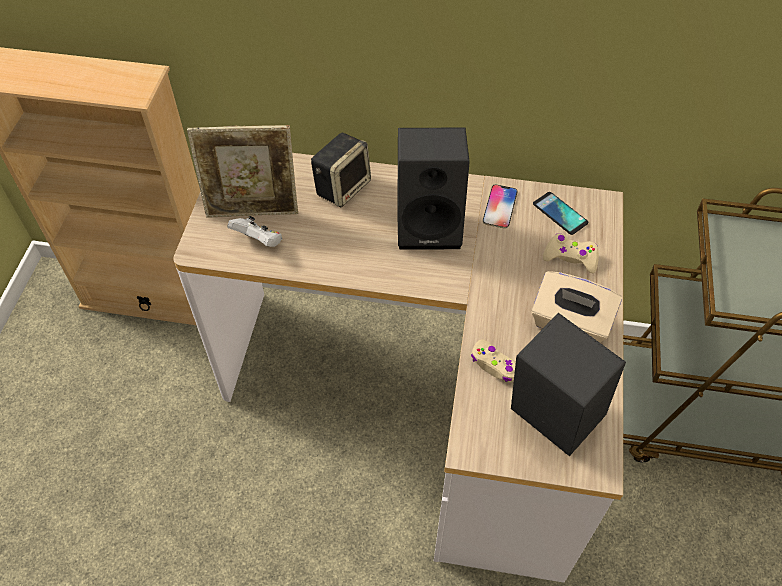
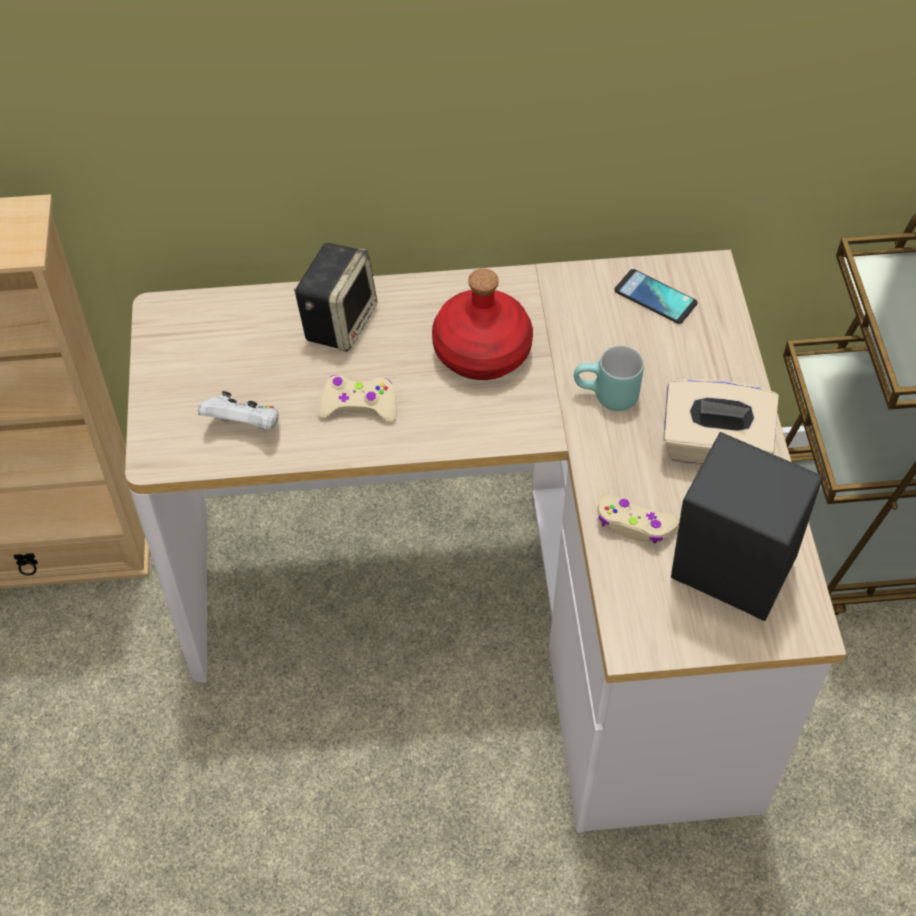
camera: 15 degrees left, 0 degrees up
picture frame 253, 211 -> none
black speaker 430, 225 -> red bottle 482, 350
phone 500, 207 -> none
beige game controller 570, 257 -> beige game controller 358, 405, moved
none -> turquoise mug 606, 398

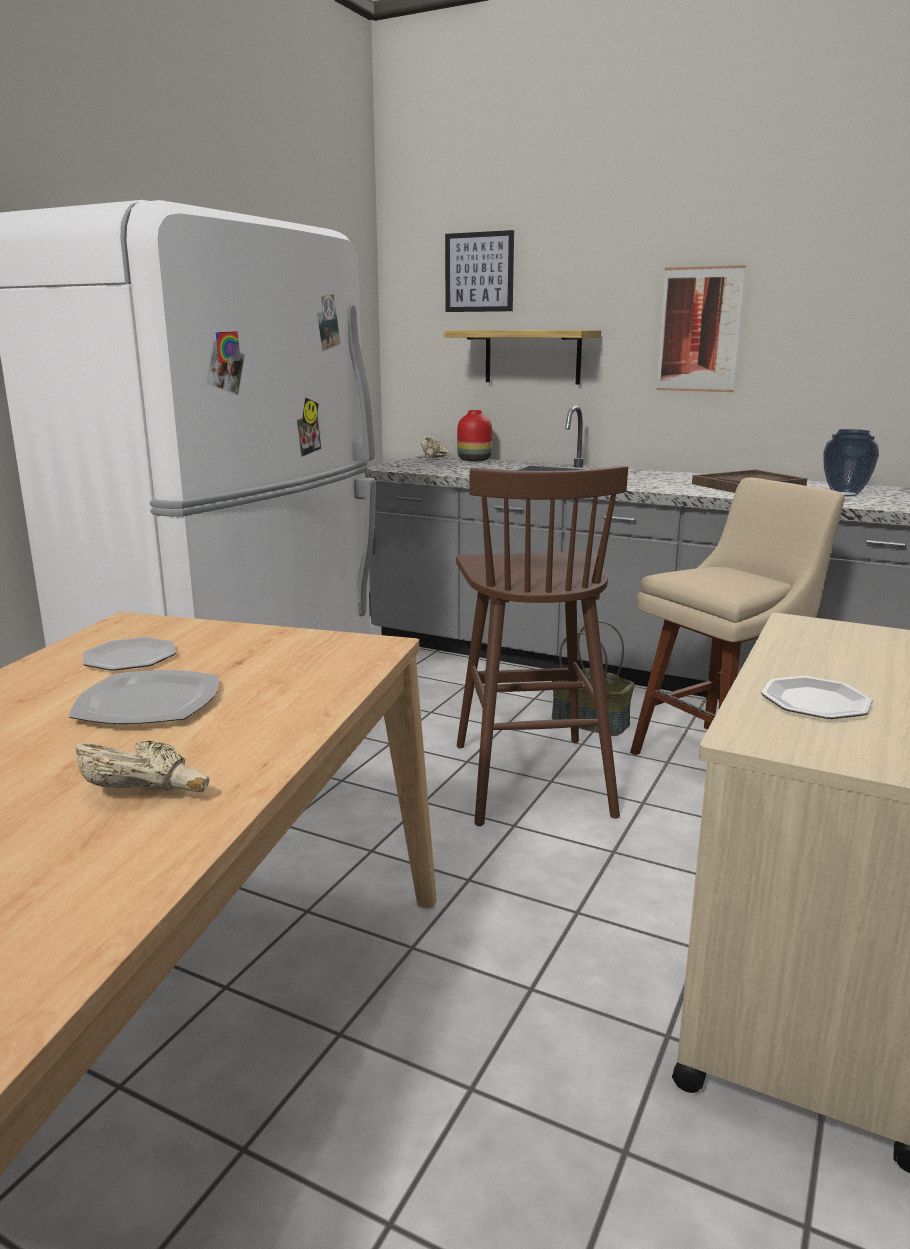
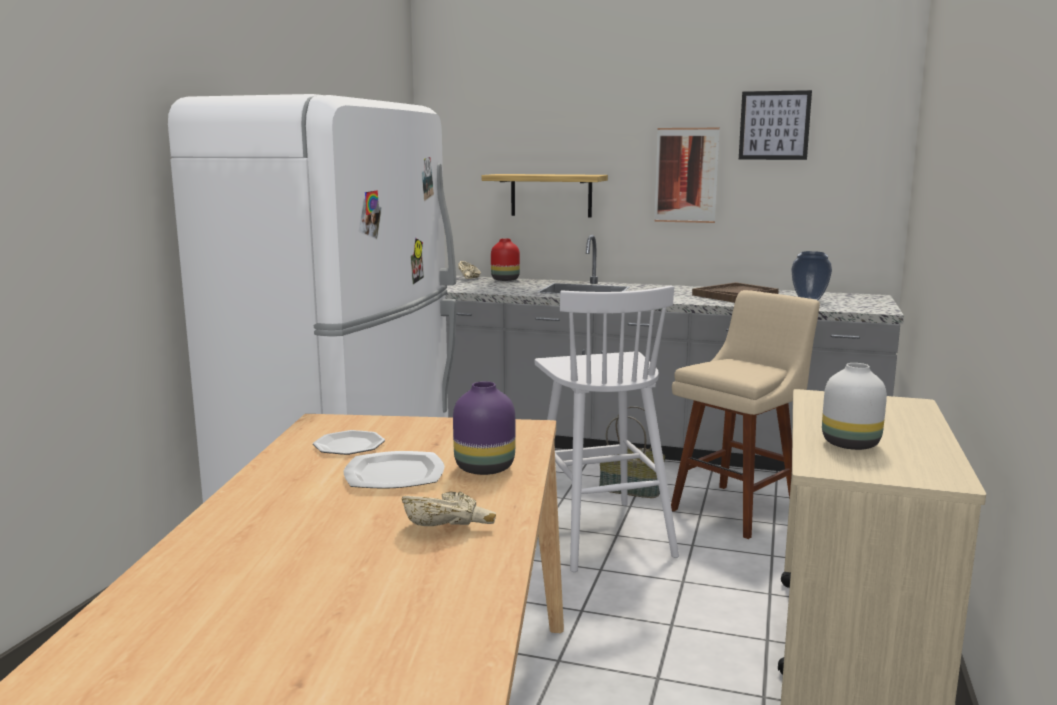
camera: 10 degrees left, 5 degrees down
picture 479, 272 -> picture 774, 125, moved
brown stool 530, 777 -> white stool 599, 534
plate 816, 702 -> white vase 851, 444
none -> purple vase 485, 467

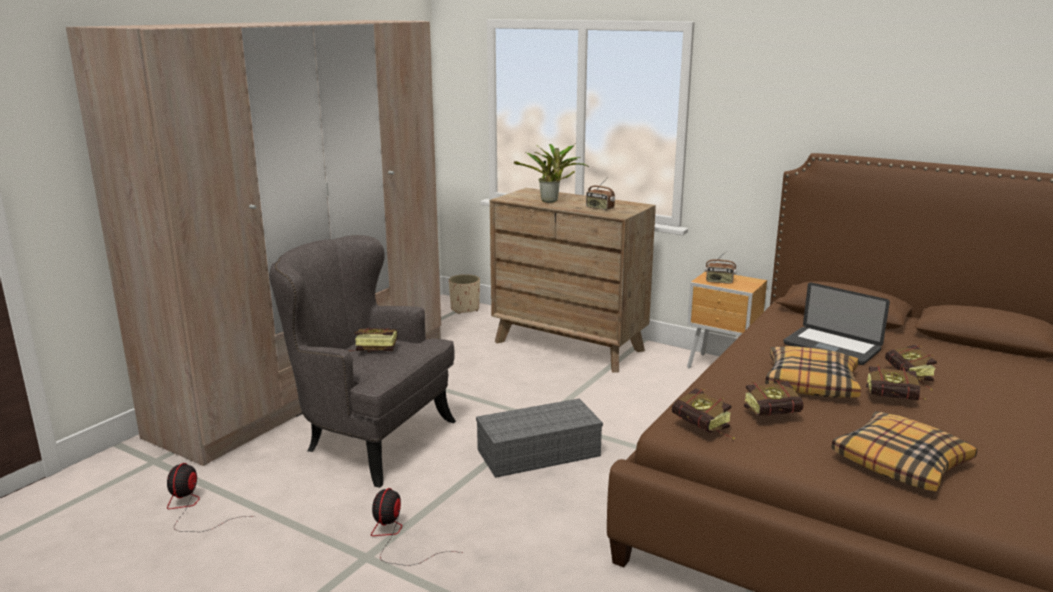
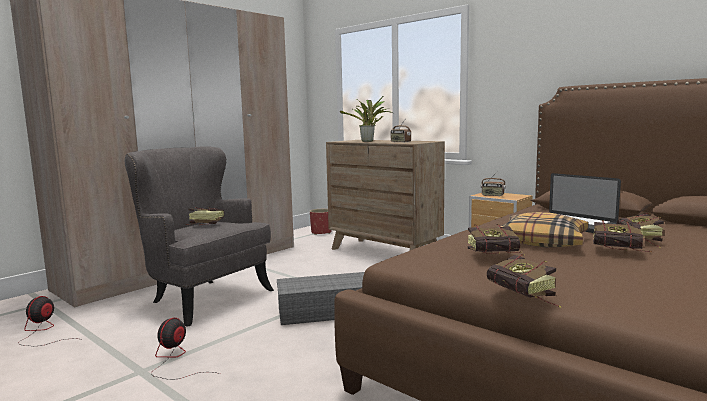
camera: 10 degrees right, 10 degrees down
beige planter 465, 309 -> red planter 321, 232
book 704, 429 -> book 525, 298, moved
pillow 901, 463 -> none

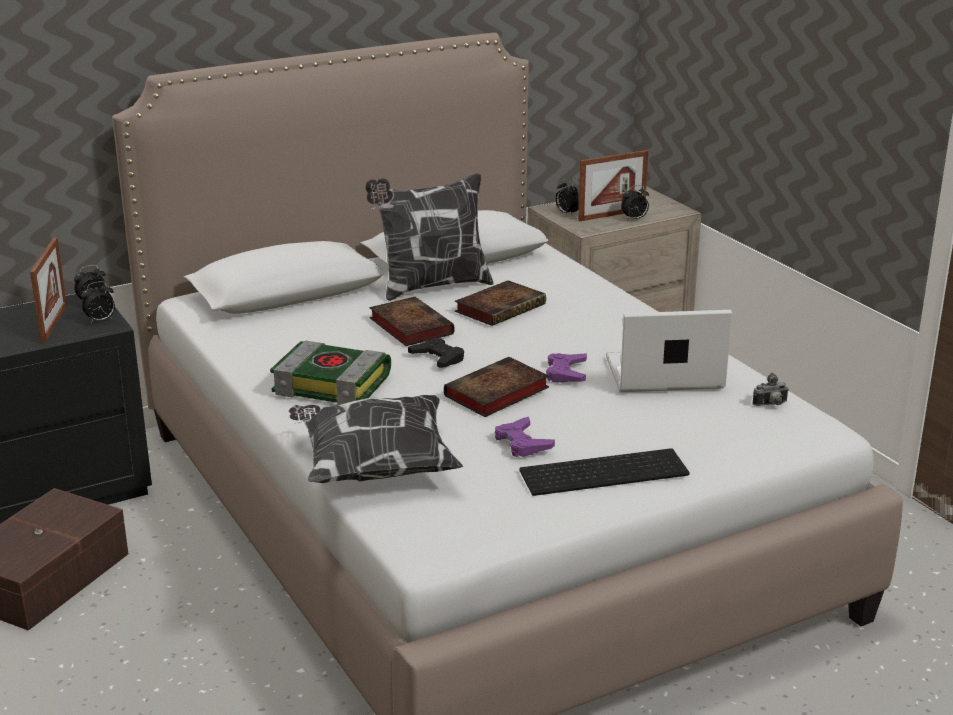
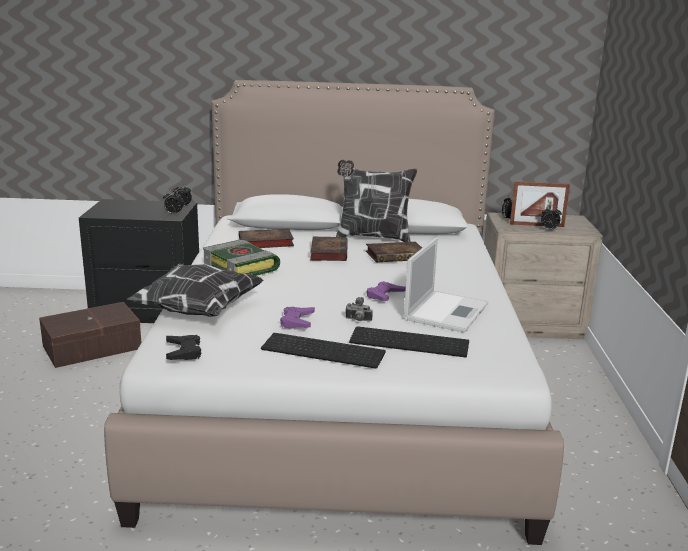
camera: 30 degrees right, 5 degrees down
picture frame 54, 323 -> none
laptop 661, 374 -> laptop 446, 311, 90 degrees clockwise
black game controller 438, 358 -> black game controller 183, 351, moved
book 495, 393 -> book 264, 242, moved
photo camera 771, 405 -> photo camera 358, 320, moved
none -> keyboard 410, 341

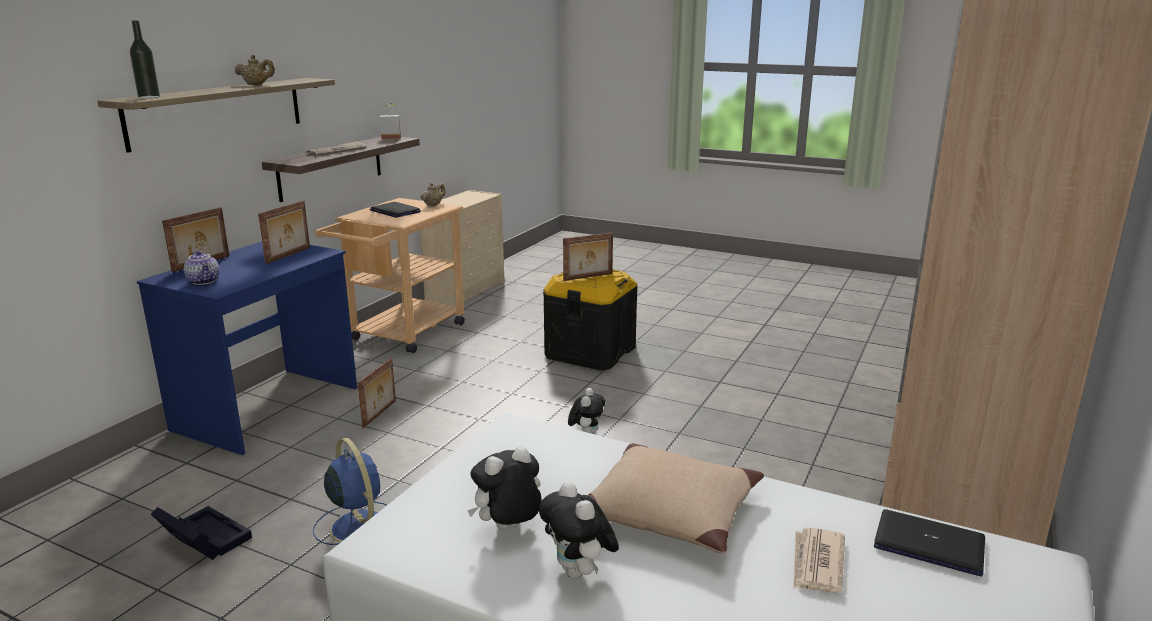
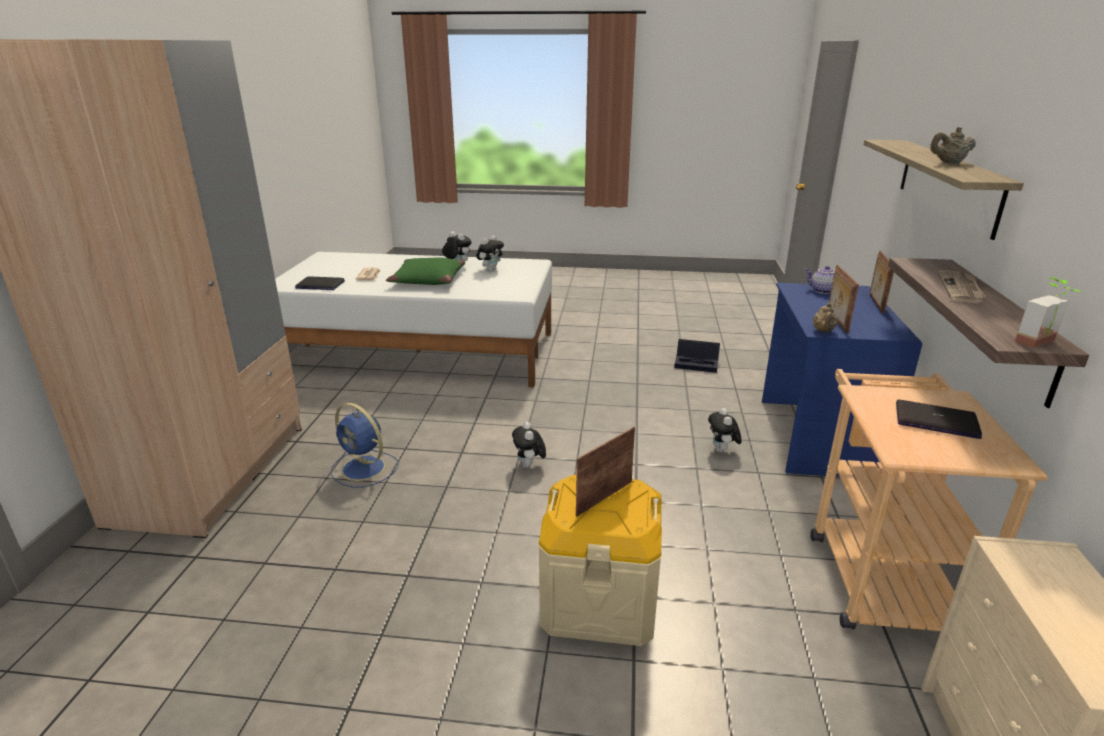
camera: 160 degrees right, 5 degrees up
bottle 149, 97 -> none
beige teapot 433, 205 -> beige teapot 823, 331, moved
black storage box 590, 352 -> beige storage box 599, 600
picture frame 380, 414 -> plush toy 722, 451
blue fan 358, 525 -> blue fan 365, 469, moved
beige pillow 670, 511 -> green pillow 427, 280

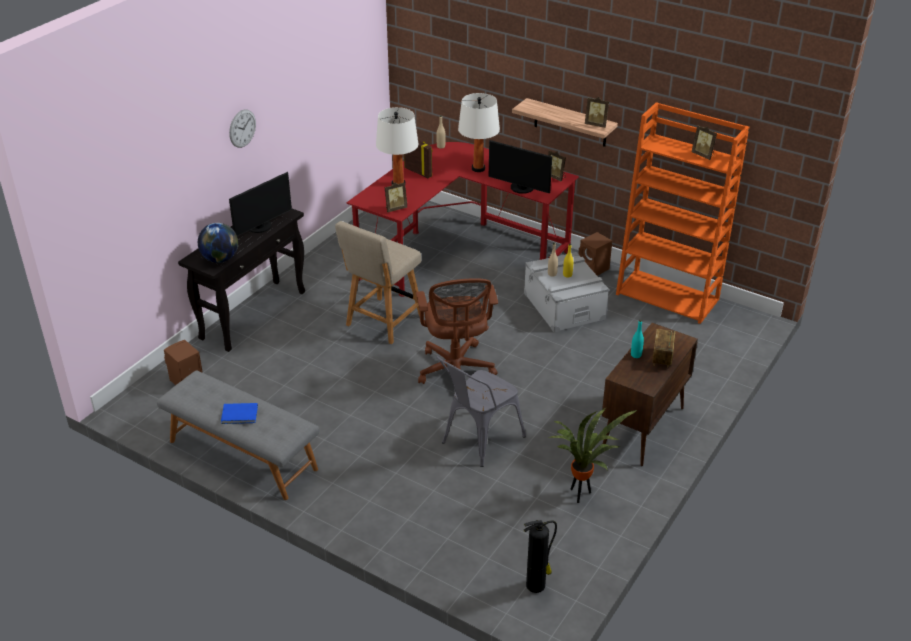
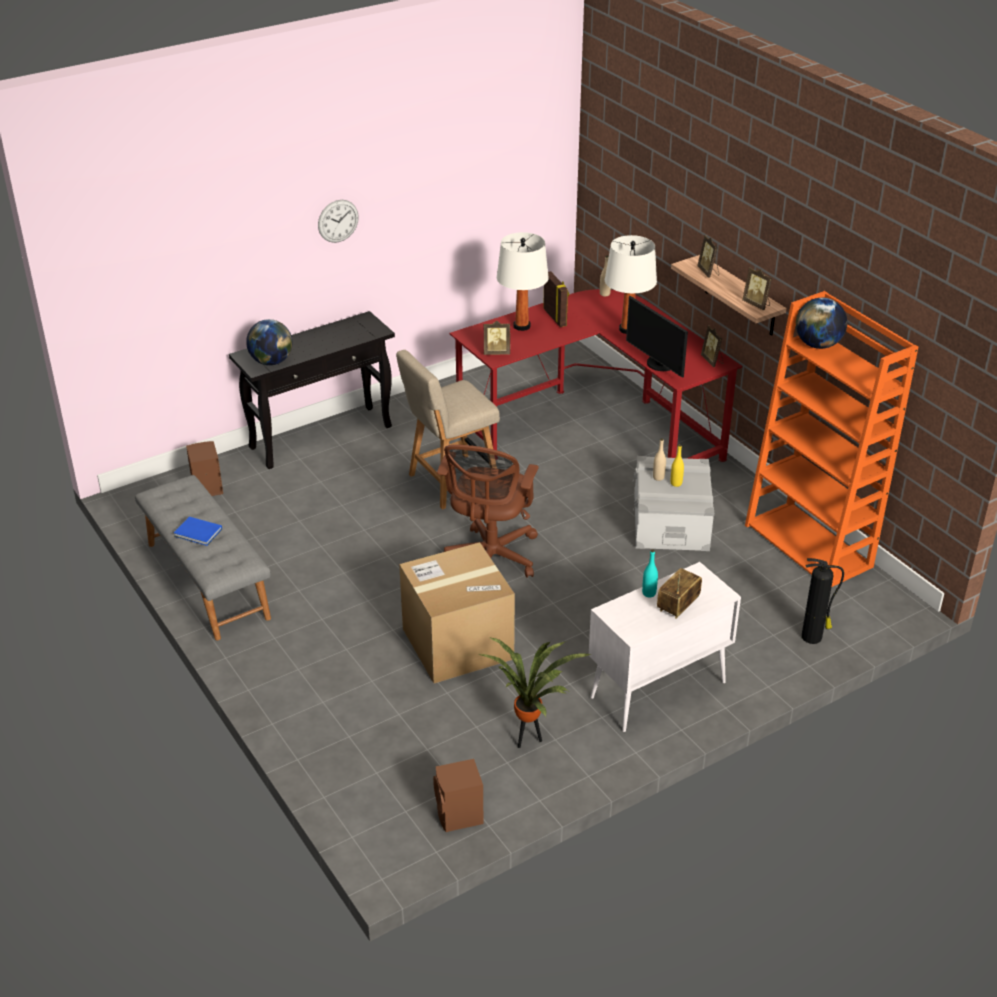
camera: 25 degrees right, 0 degrees up
picture frame 703, 155 -> picture frame 708, 272, moved
monitor 261, 227 -> none
brown speaker 594, 269 -> brown speaker 459, 816, moved
brown cabinet 642, 429 -> white cabinet 657, 691
grey chair 477, 441 -> cardboard box 457, 644
fire extinguisher 536, 585 -> fire extinguisher 813, 637, moved
none -> globe 817, 345

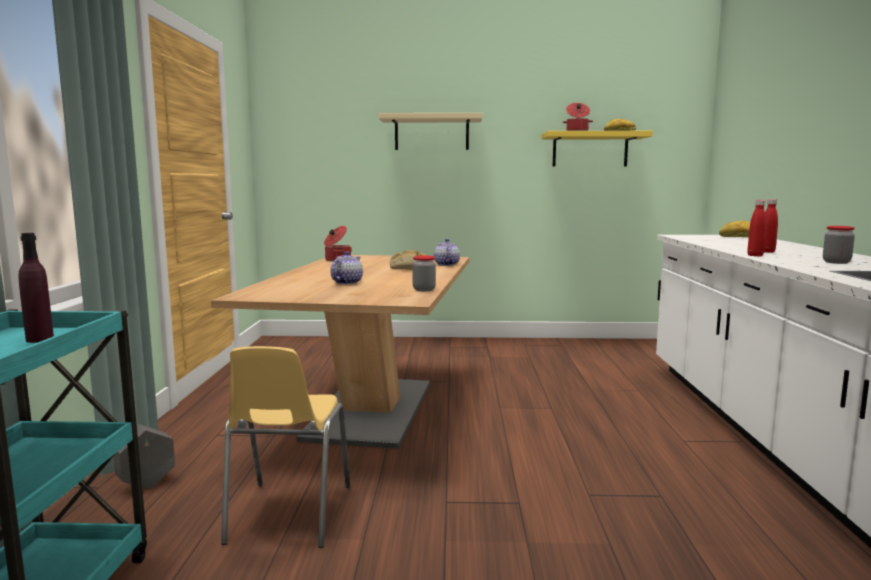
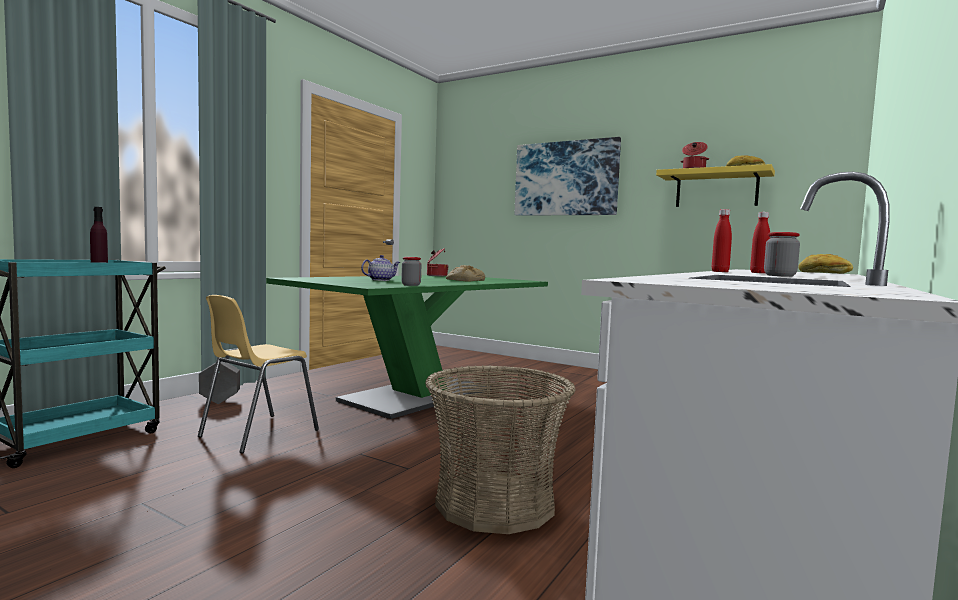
camera: 30 degrees right, 5 degrees down
beige shelf 431, 133 -> picture 565, 178
teapot 446, 264 -> none
brown dining table 371, 410 -> green dining table 418, 395
none -> basket 495, 503

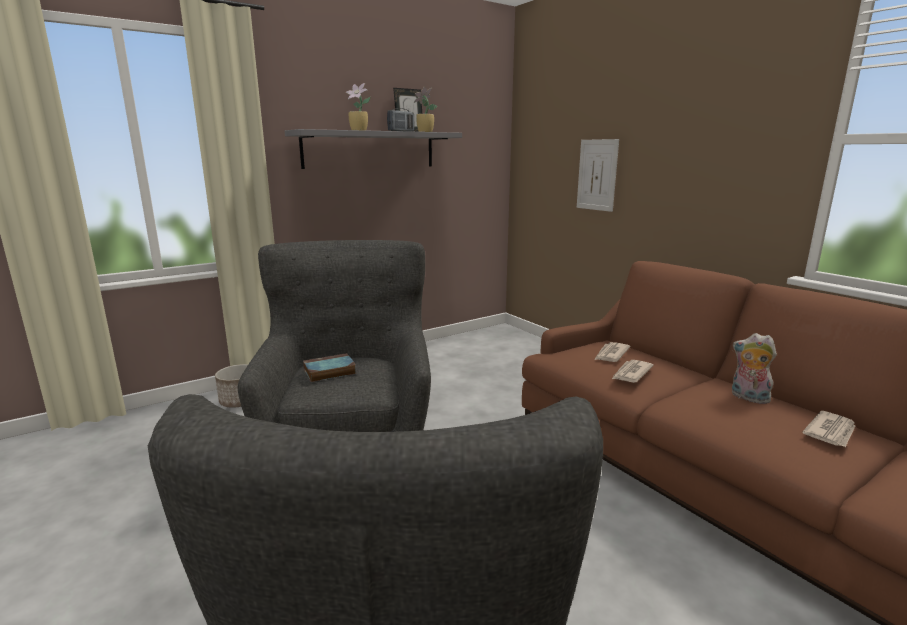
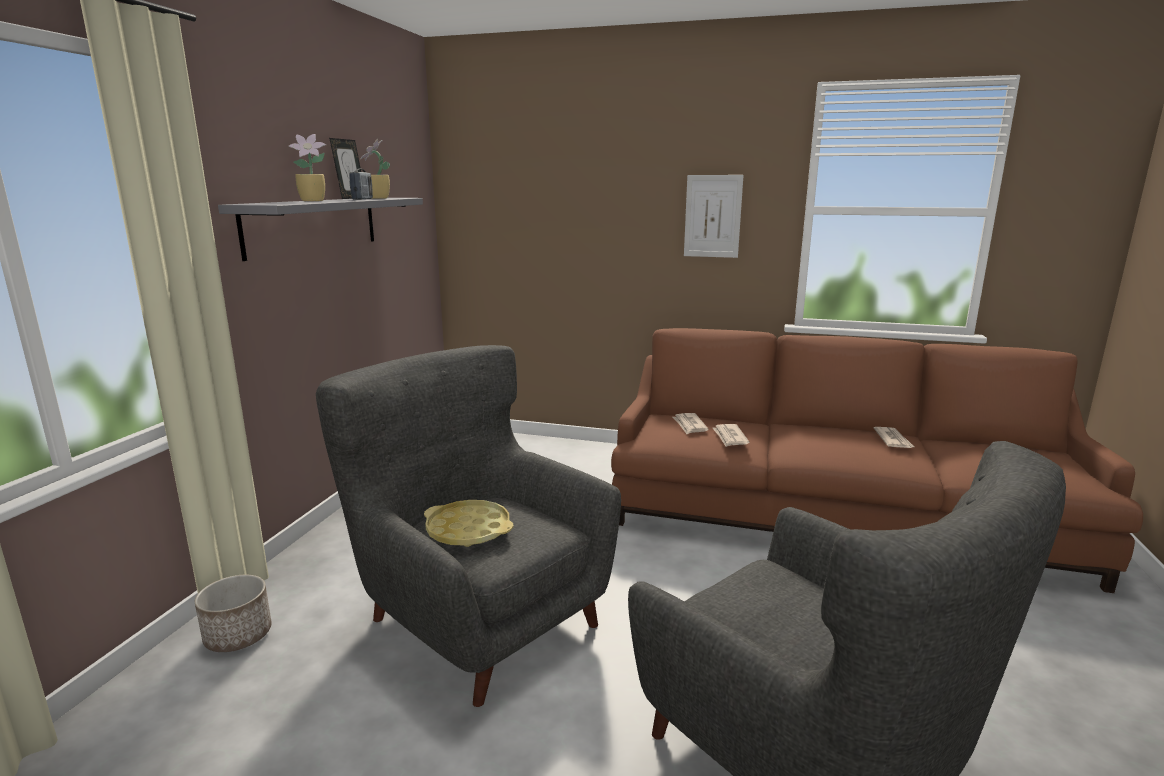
camera: 40 degrees left, 0 degrees up
picture 597, 175 -> picture 712, 216, moved
plush toy 748, 398 -> none
book 328, 371 -> yellow tray 468, 530

